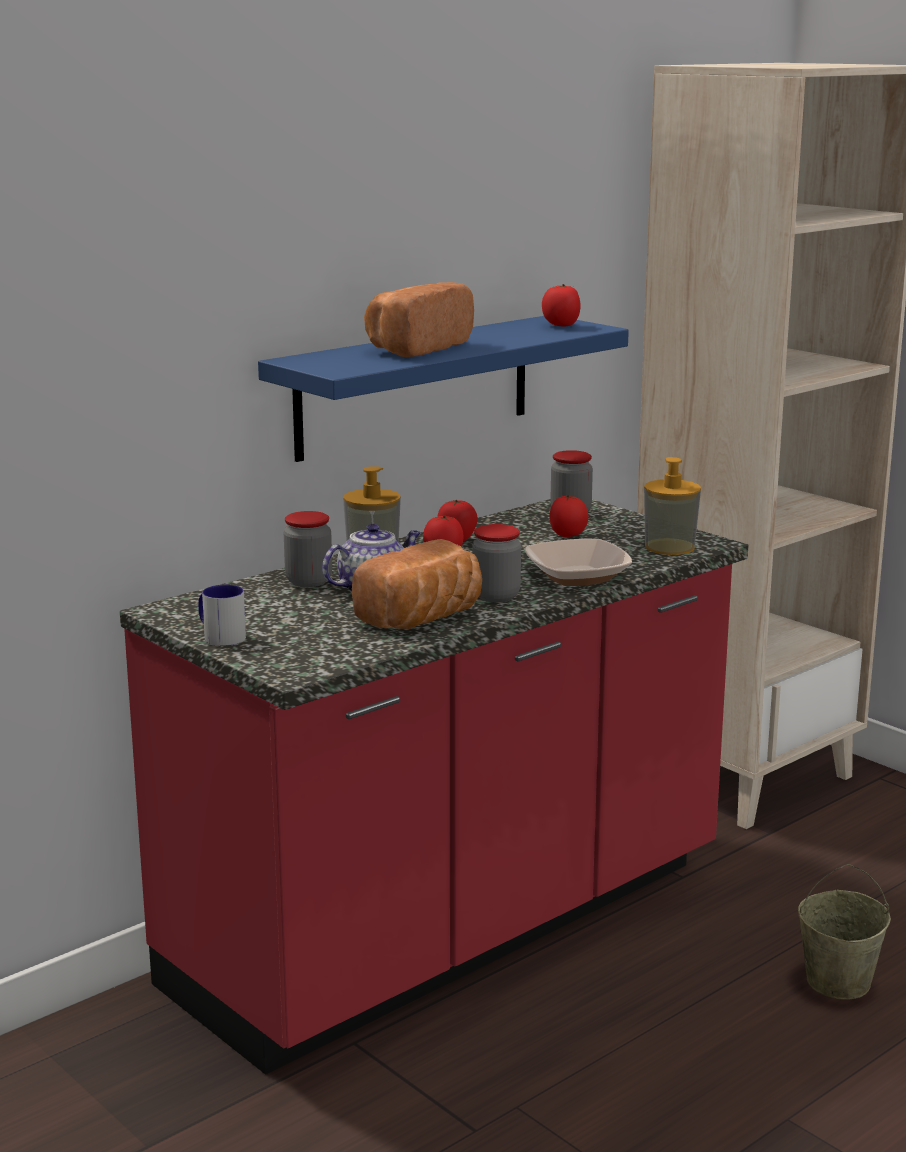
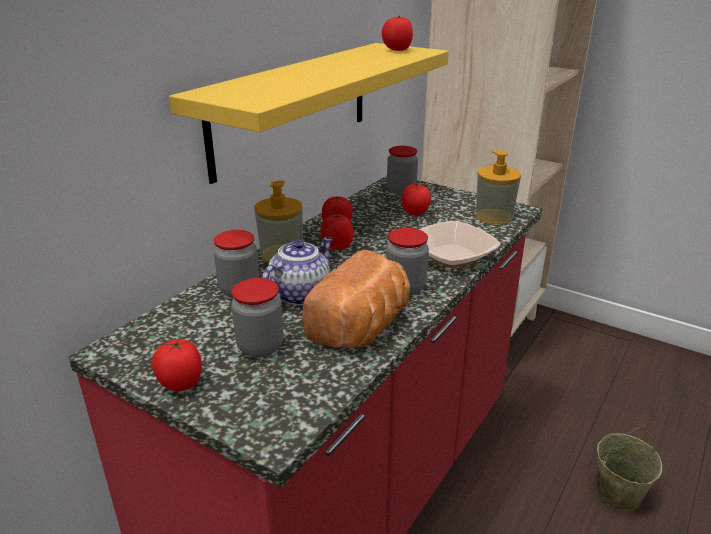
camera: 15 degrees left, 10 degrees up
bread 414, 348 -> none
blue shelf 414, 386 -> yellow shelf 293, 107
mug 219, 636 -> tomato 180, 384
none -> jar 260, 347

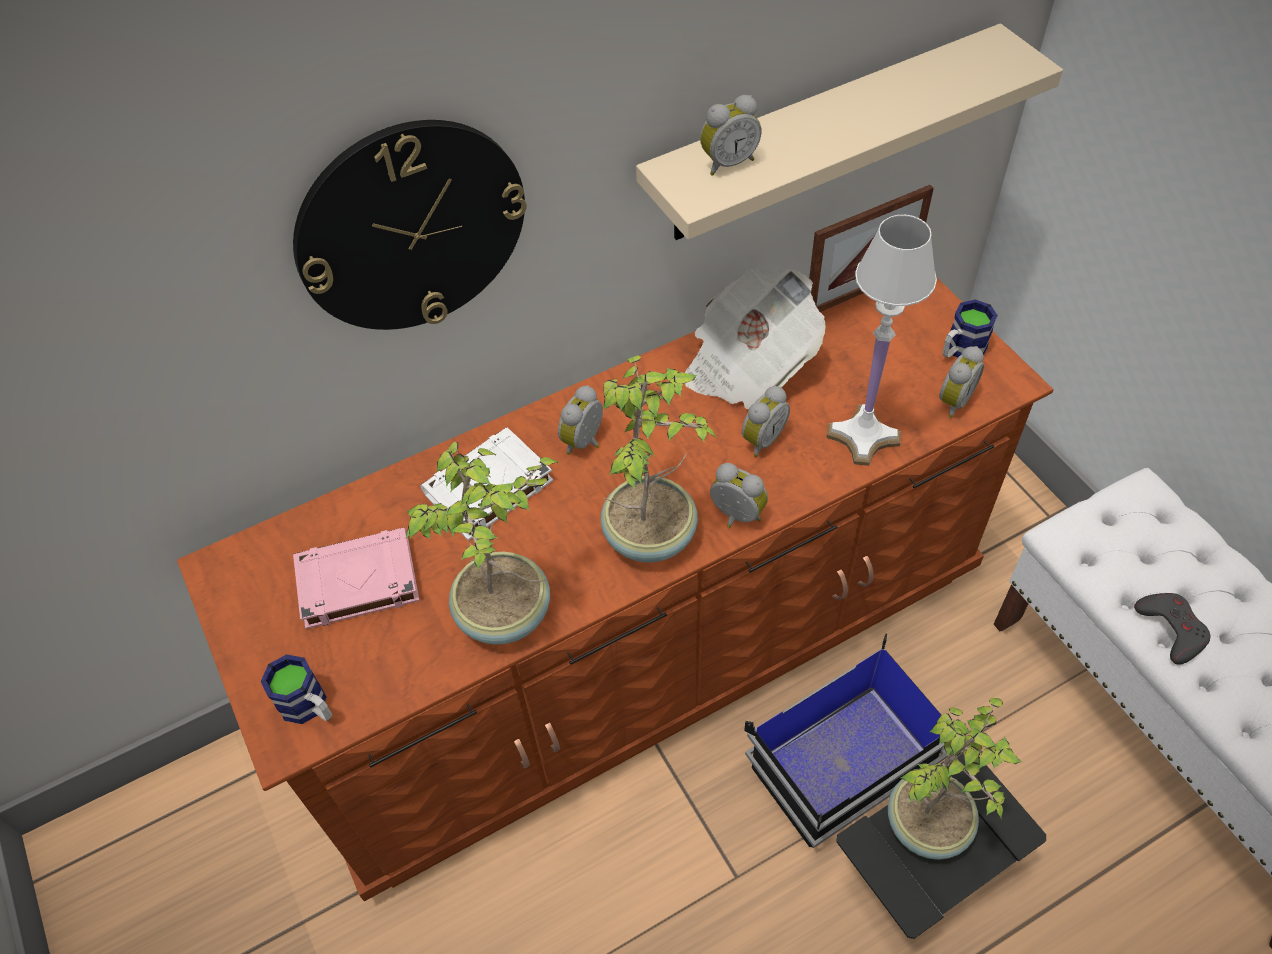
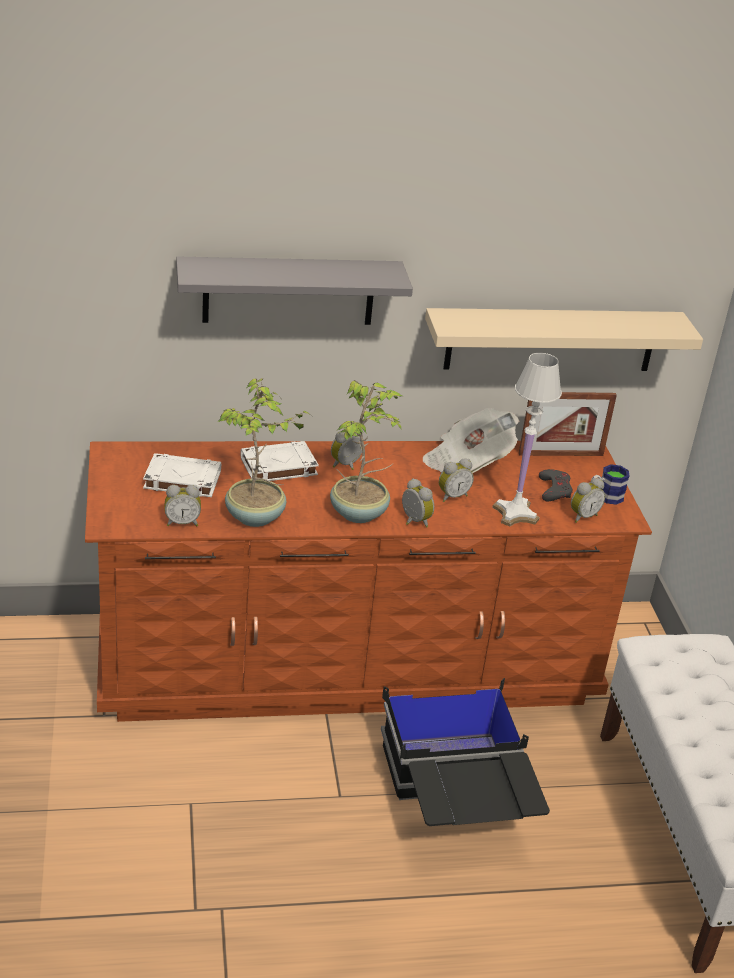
camera: 15 degrees right, 20 degrees down
alarm clock 727, 162 -> alarm clock 182, 522, moved
wall clock 411, 228 -> grey shelf 289, 291
pink book 356, 583 -> white book 181, 480
grey game controller 1171, 629 -> grey game controller 554, 490, moved
mug 309, 707 -> none
potted plant 930, 825 -> none

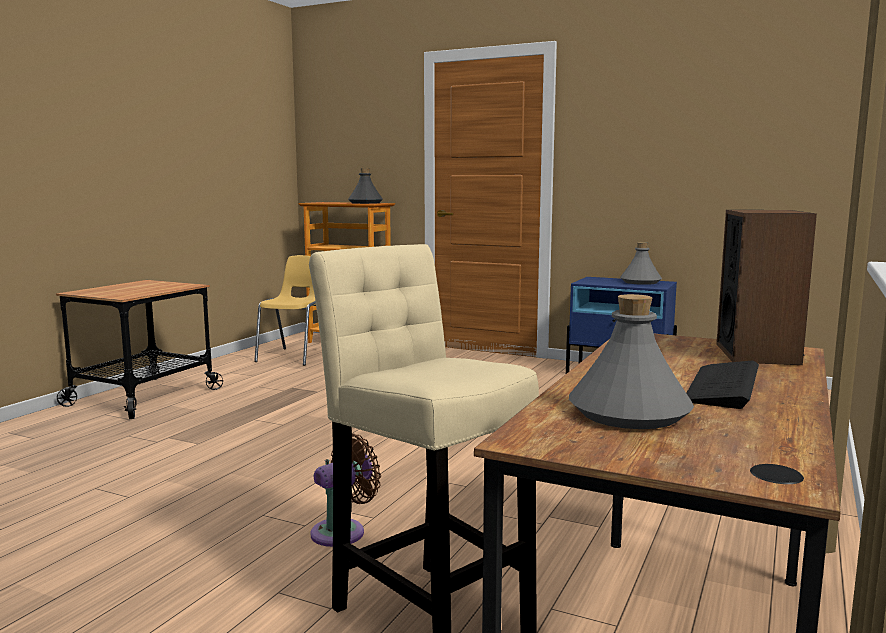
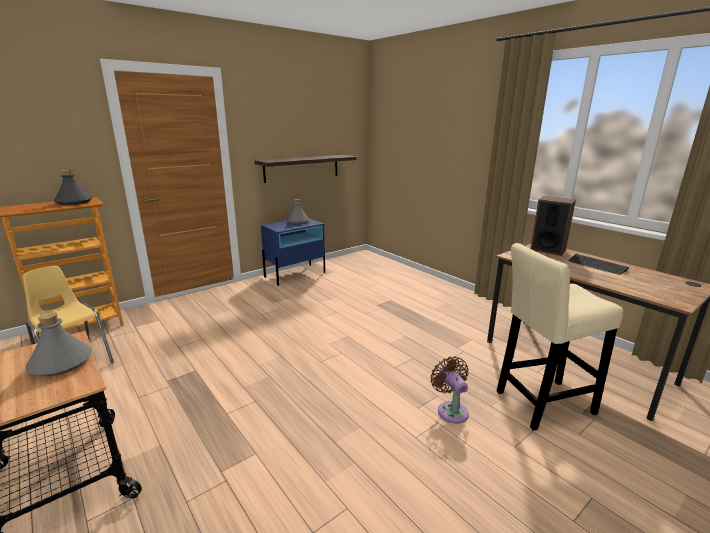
camera: 65 degrees left, 10 degrees up
grey bottle 628, 413 -> grey bottle 61, 363, moved
none -> shelf 302, 168

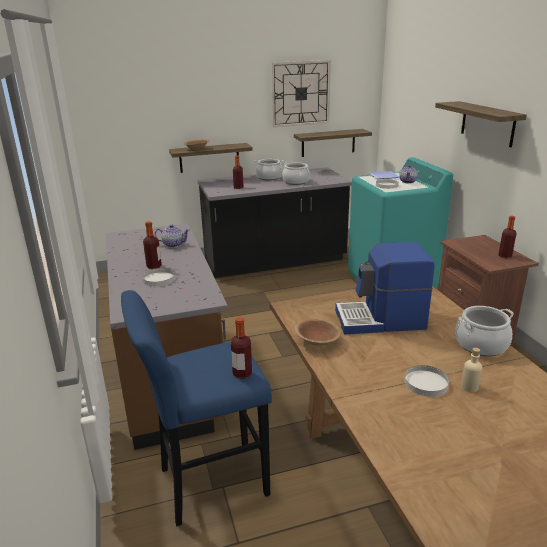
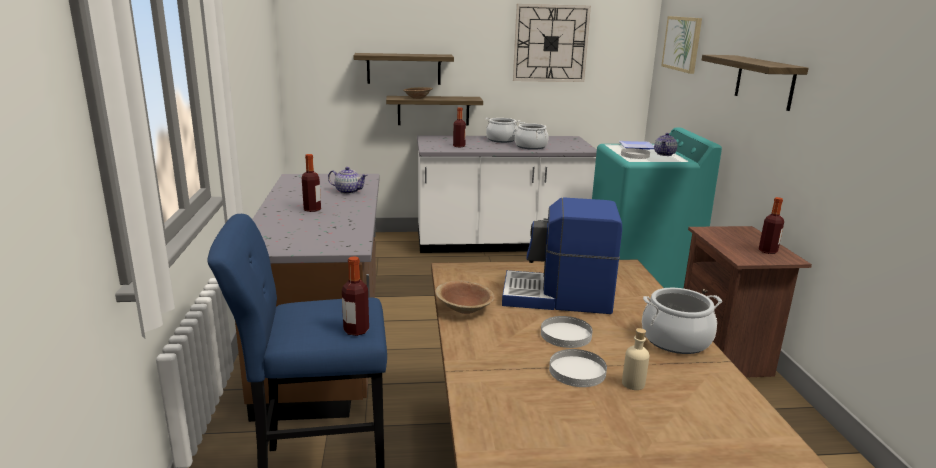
camera: 10 degrees right, 5 degrees down
shelf 328, 143 -> shelf 404, 69, moved
black counter 275, 261 -> white counter 500, 243
white plate 158, 279 -> white plate 566, 335, moved
none -> picture 682, 43

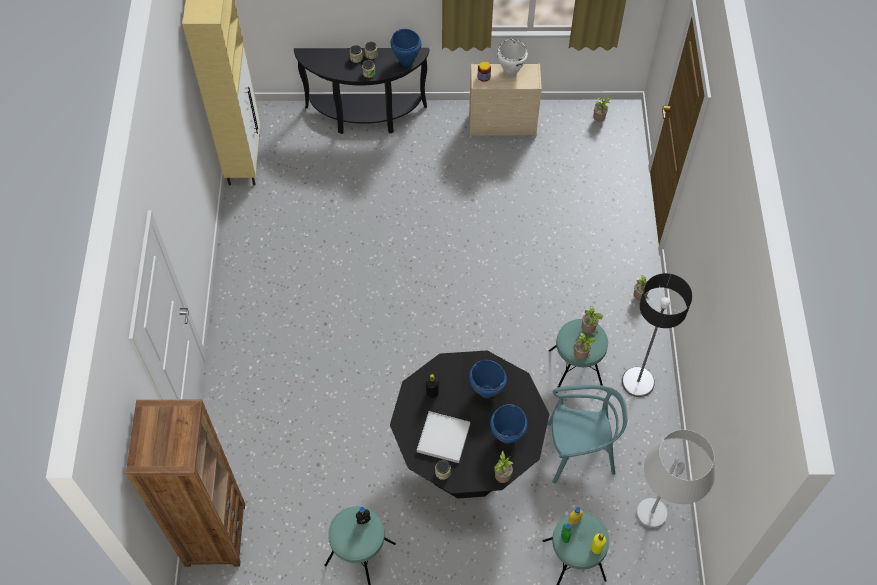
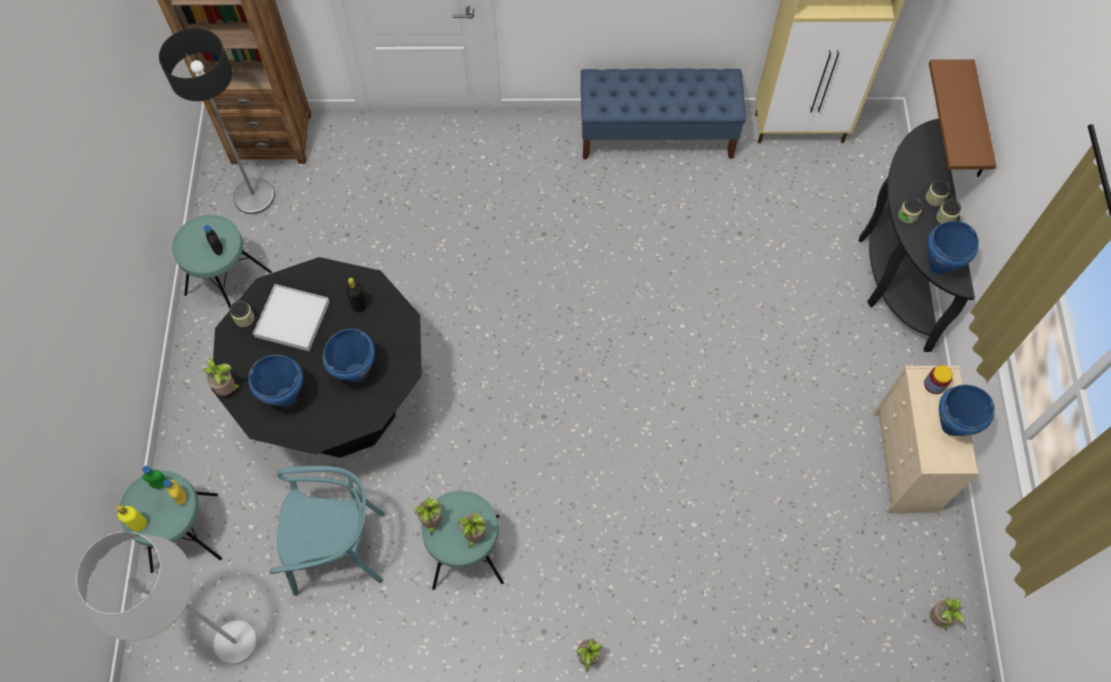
camera: 90 degrees right, 5 degrees up
white cooking pot 510, 72 -> blue cooking pot 950, 426
floor lamp 638, 382 -> floor lamp 254, 197, moved
turquoise chair 579, 451 -> turquoise chair 337, 549, 90 degrees counterclockwise
none -> brown shelf 978, 124
none -> blue bench 657, 135

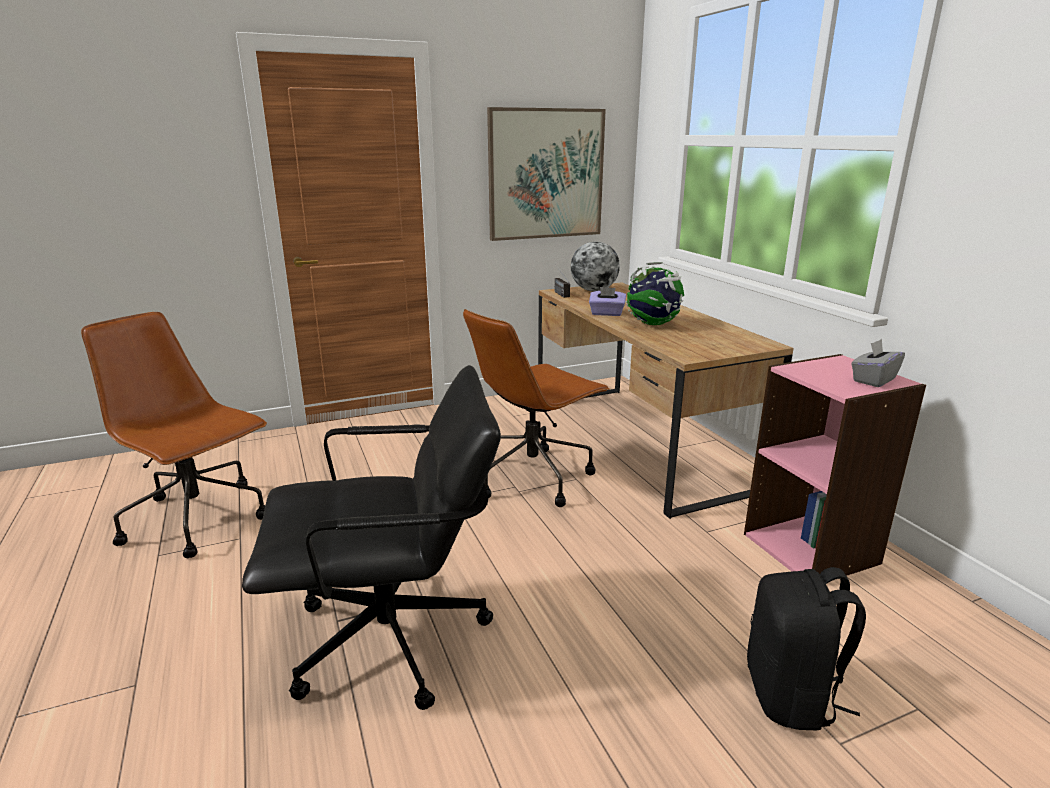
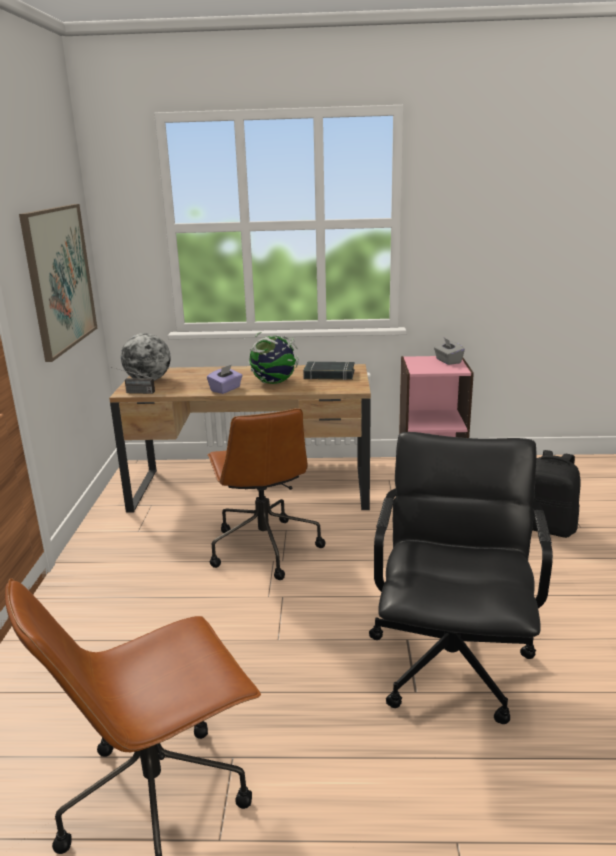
camera: 65 degrees left, 0 degrees up
none -> black book 329, 375

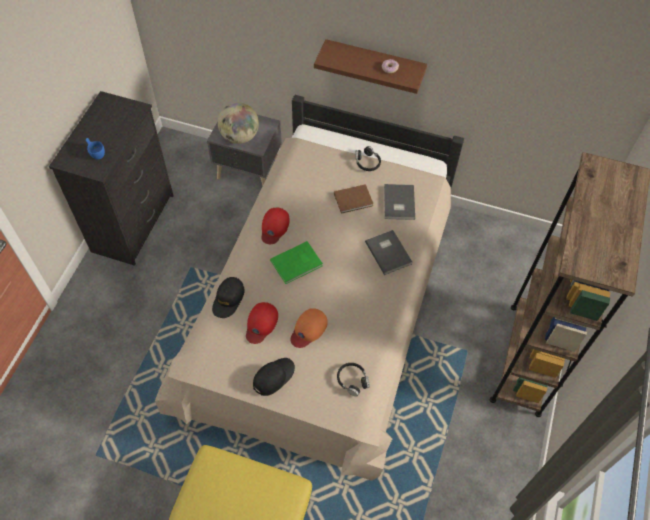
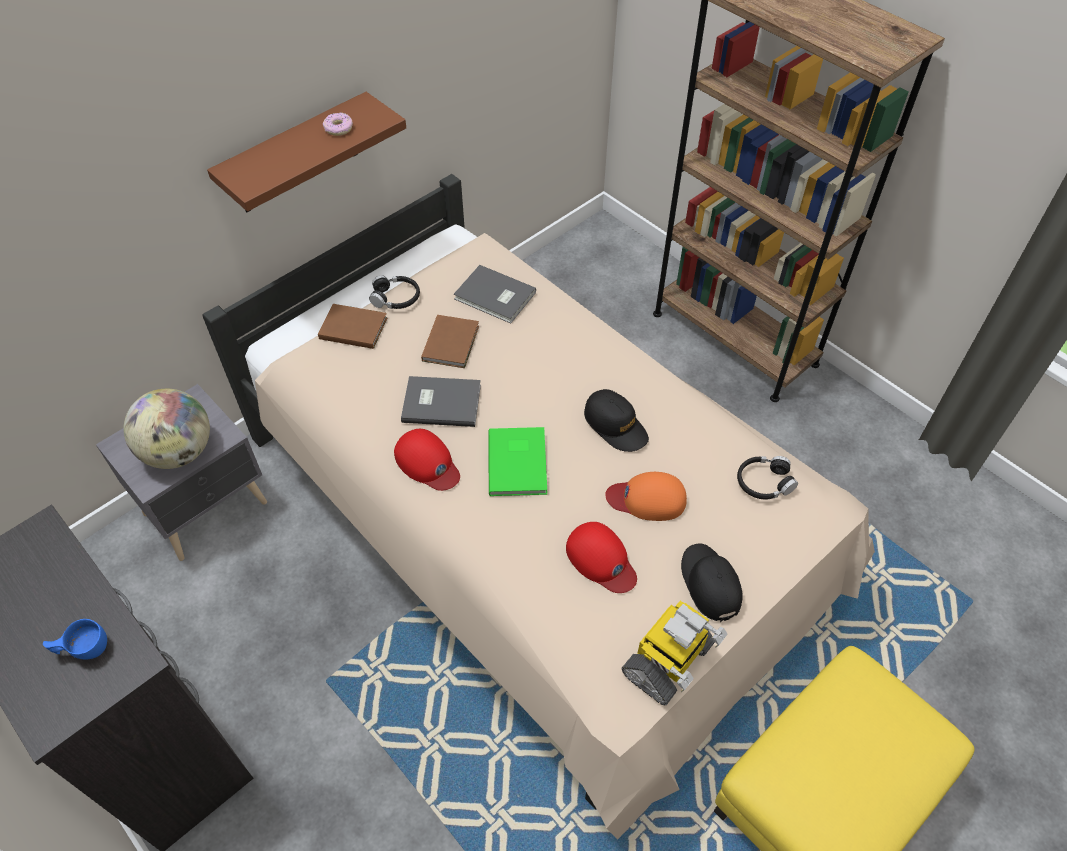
camera: 60 degrees left, 5 degrees down
grey book 389, 252 -> grey book 440, 402, moved
black cap 228, 299 -> black cap 615, 425, moved
orange cap 308, 329 -> orange cap 647, 499, 120 degrees clockwise
none -> brown book 352, 327
none -> toy robot 668, 661

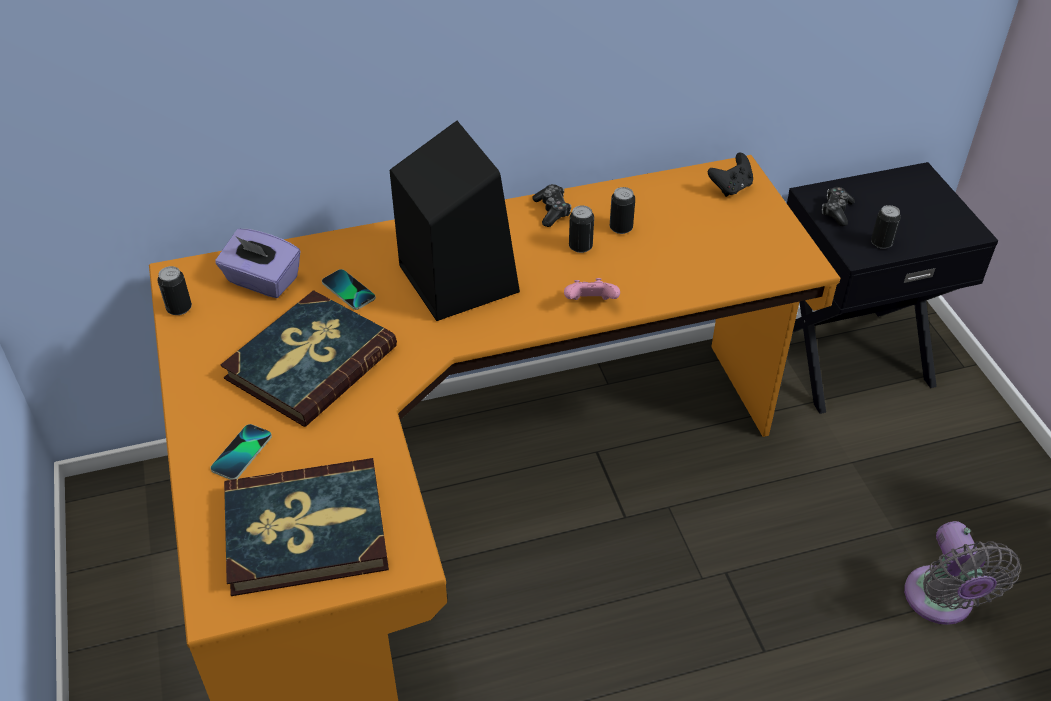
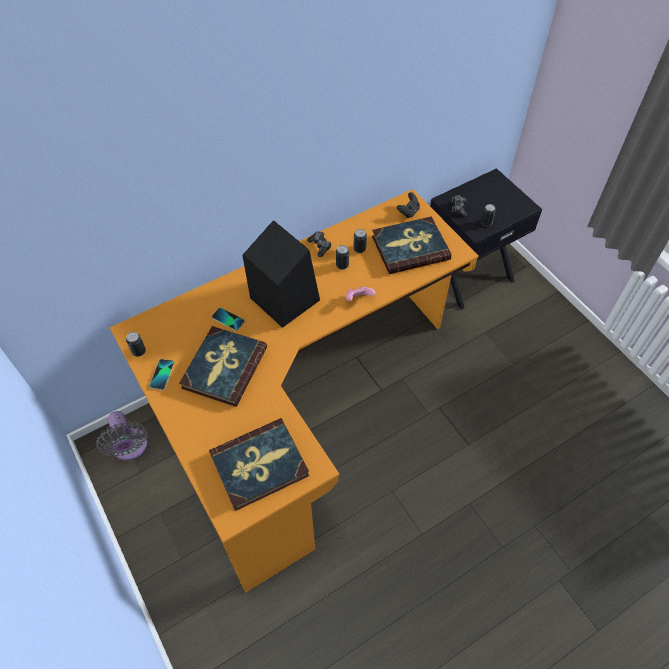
camera: 15 degrees left, 10 degrees up
purple tissue box 262, 281 -> none
phone 242, 453 -> phone 162, 375, moved
grey fan 941, 602 -> grey fan 130, 448, moved
none -> book 410, 247

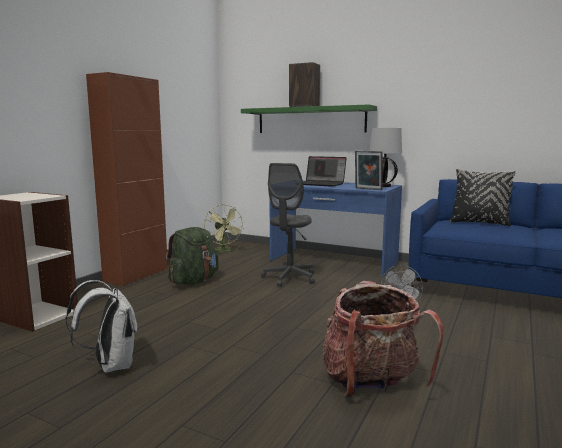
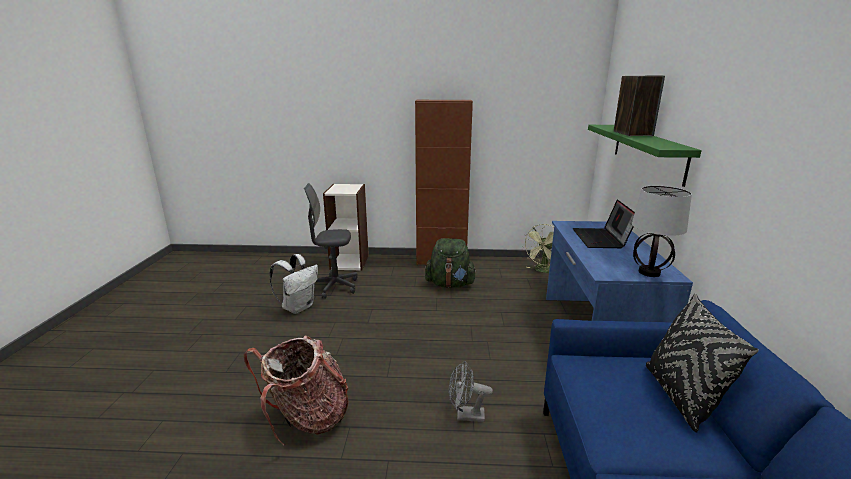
camera: 65 degrees right, 10 degrees up
picture frame 367, 189 -> none
grey office chair 289, 278 -> grey office chair 334, 286, moved

